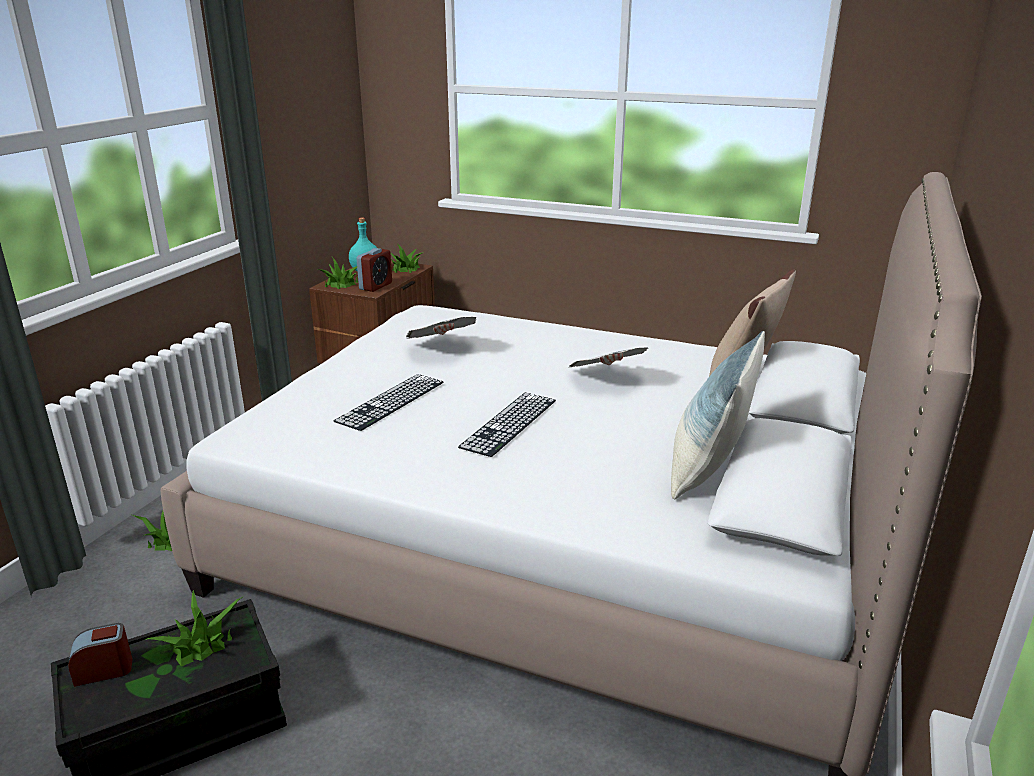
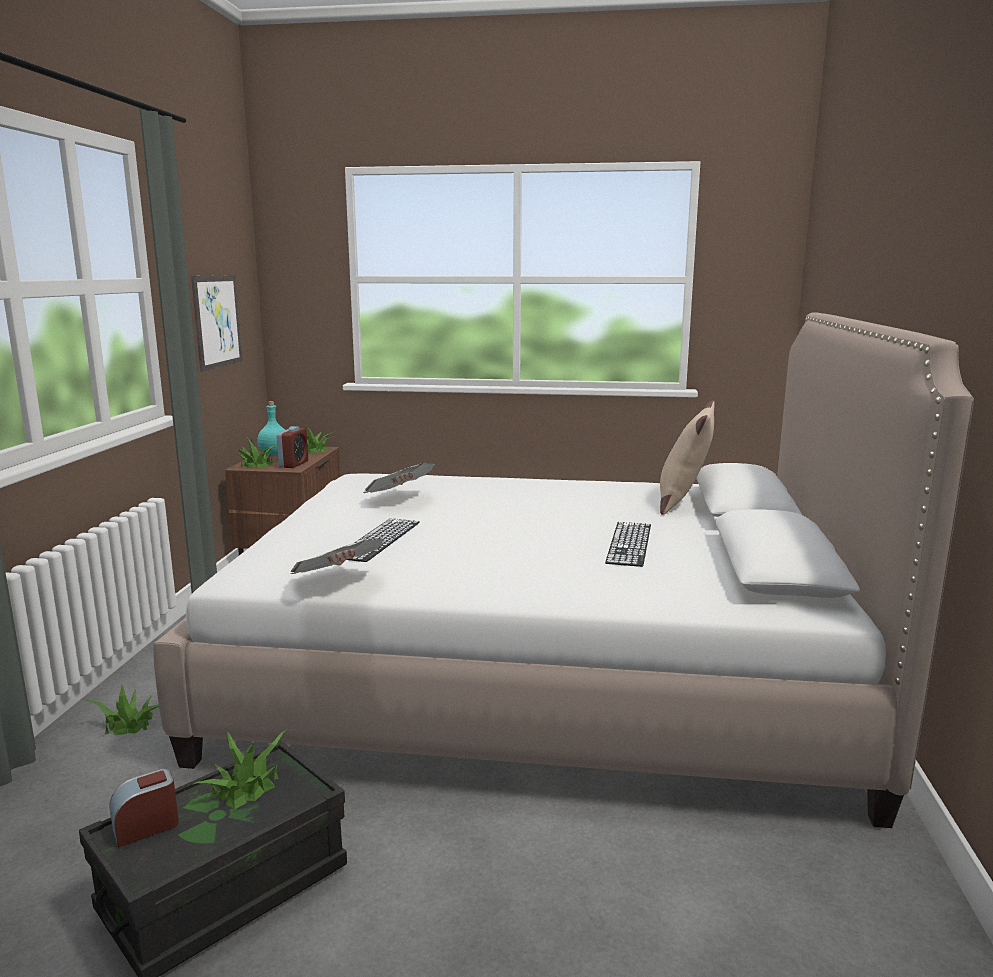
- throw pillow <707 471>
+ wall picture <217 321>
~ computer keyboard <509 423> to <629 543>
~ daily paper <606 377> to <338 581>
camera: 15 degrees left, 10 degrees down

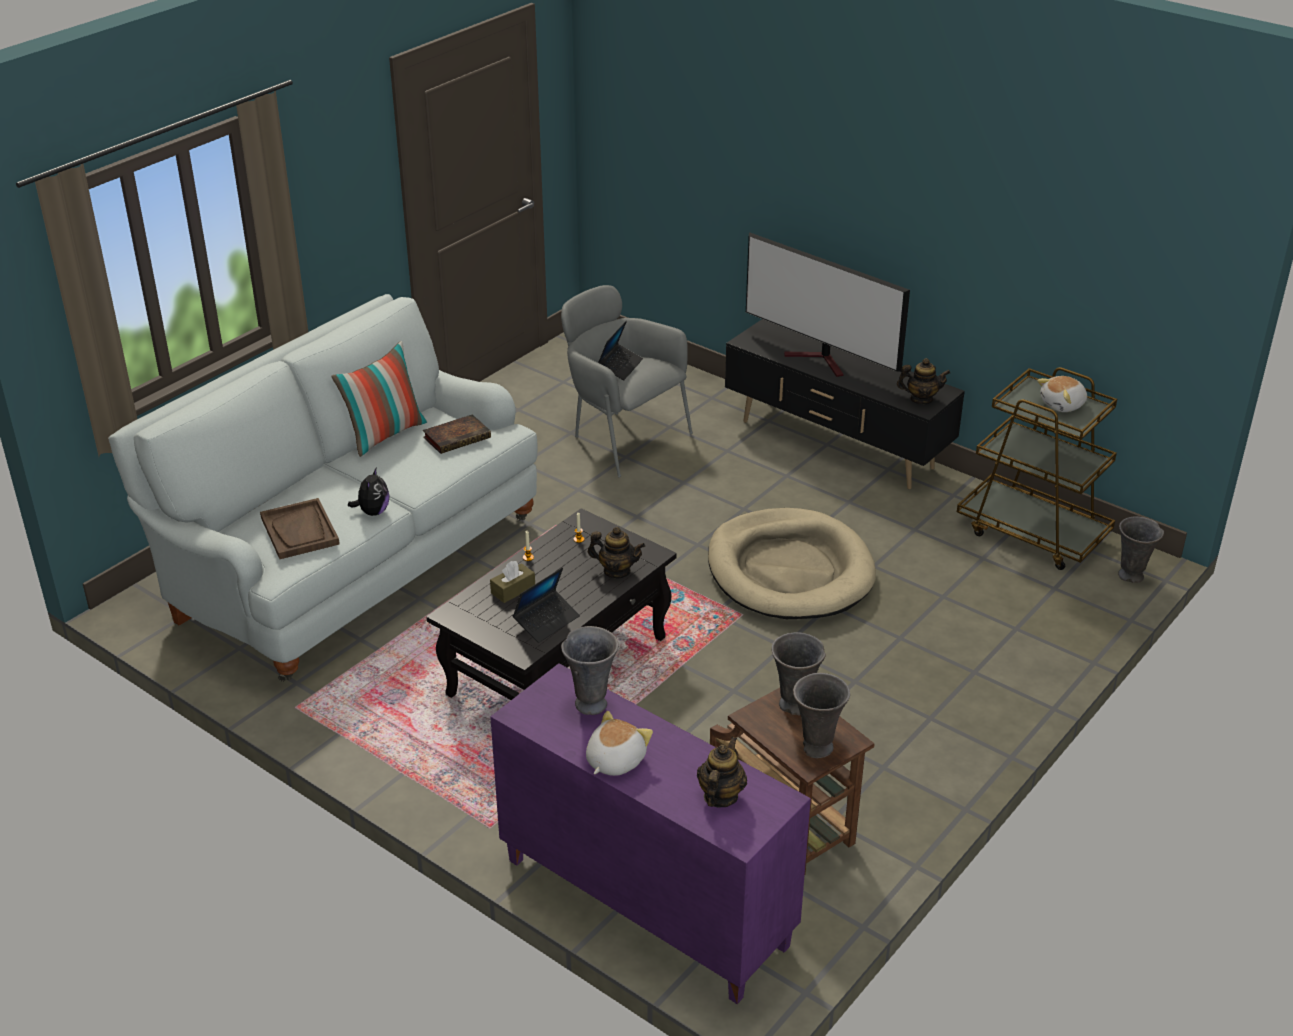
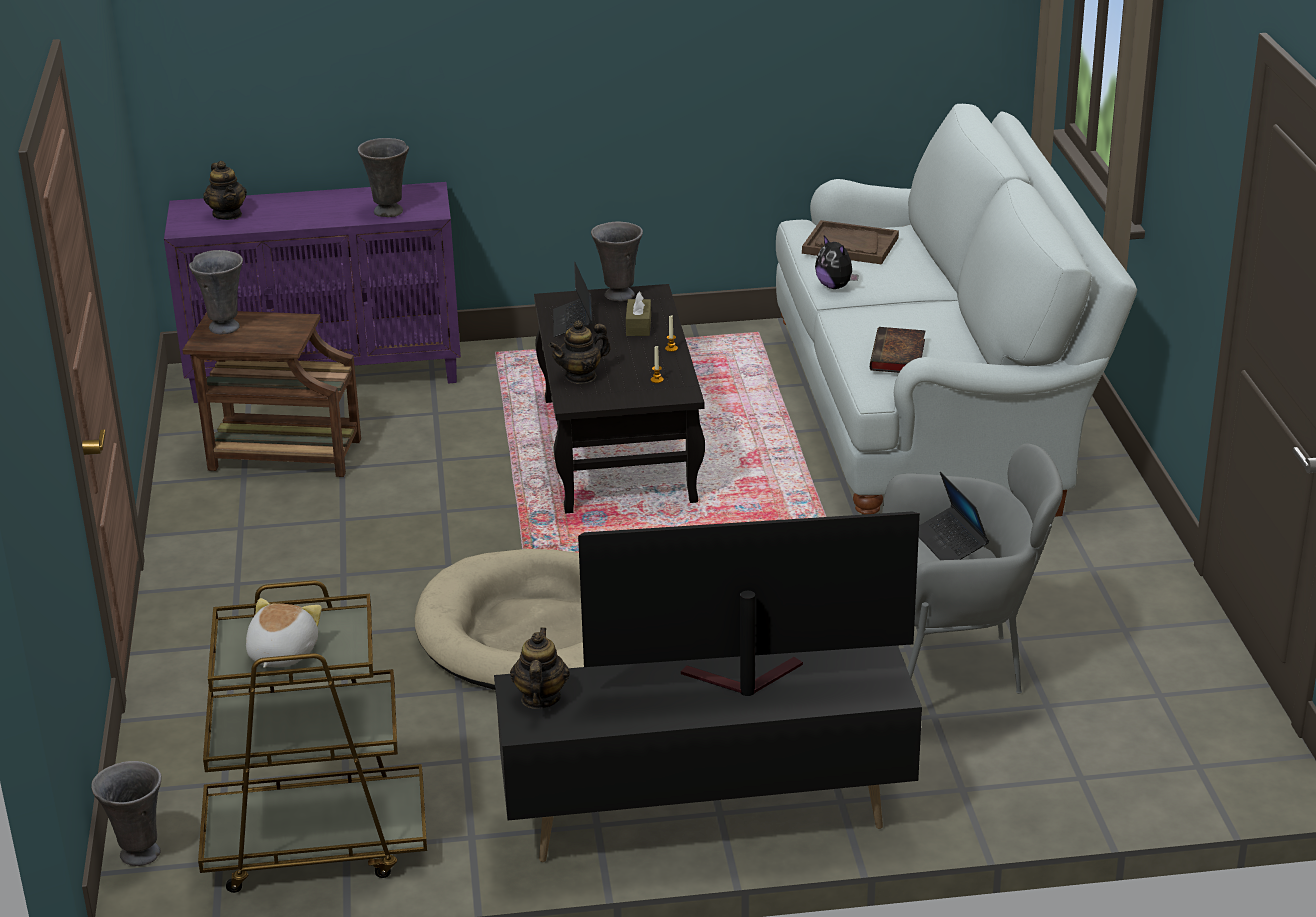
- throw pillow <385 435>
- soft toy <614 760>
~ grey decorative vase <795 706> to <618 295>
~ teapot <921 399> = <540 698> 135 degrees clockwise
camera: 135 degrees right, 5 degrees down

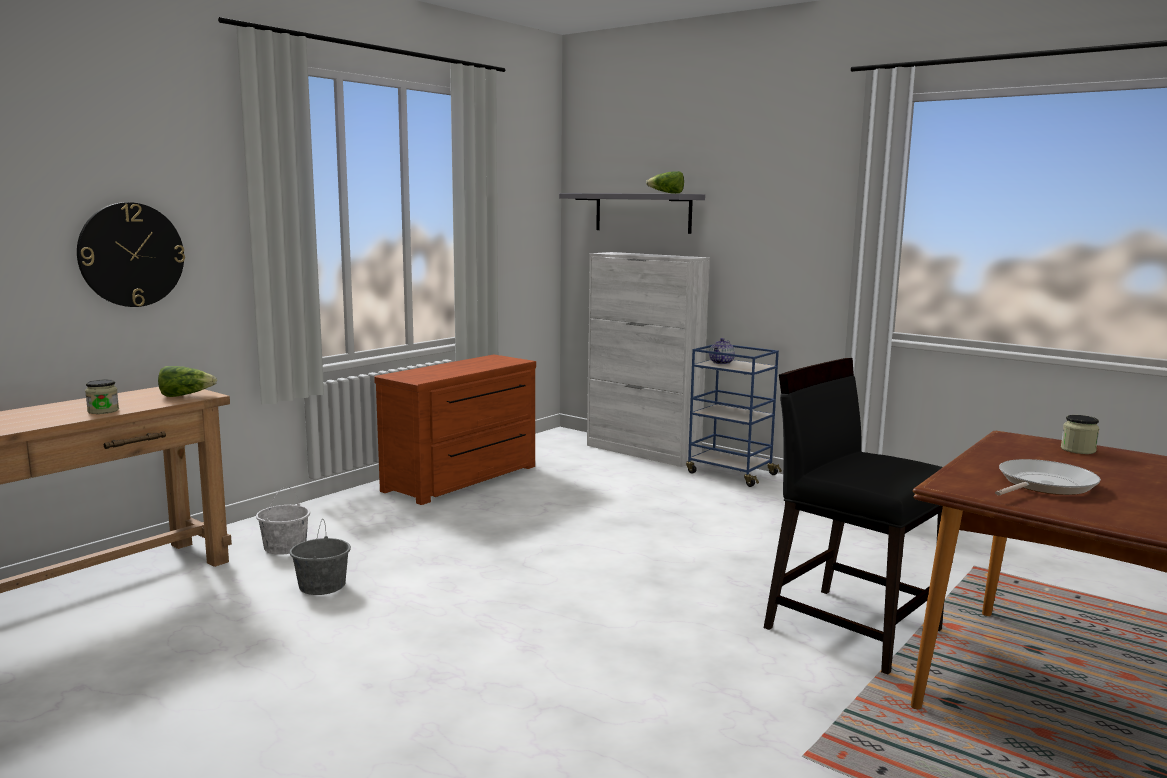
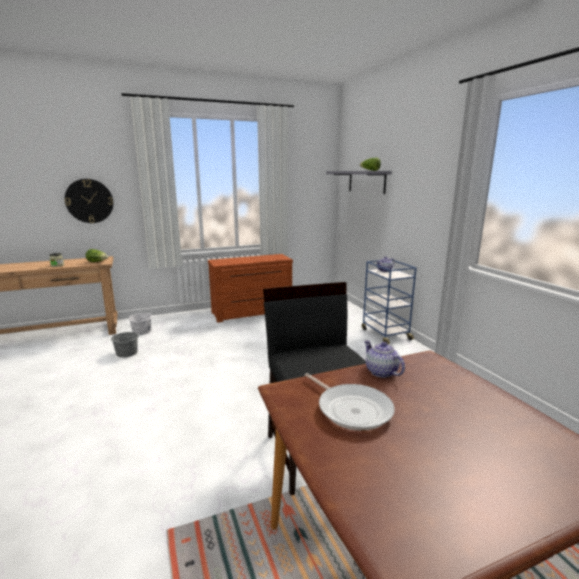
- white cabinet <643 452>
- jar <1078 450>
+ teapot <381 372>
~ pan <1043 485> = <351 409> 60 degrees clockwise
camera: 30 degrees right, 5 degrees up

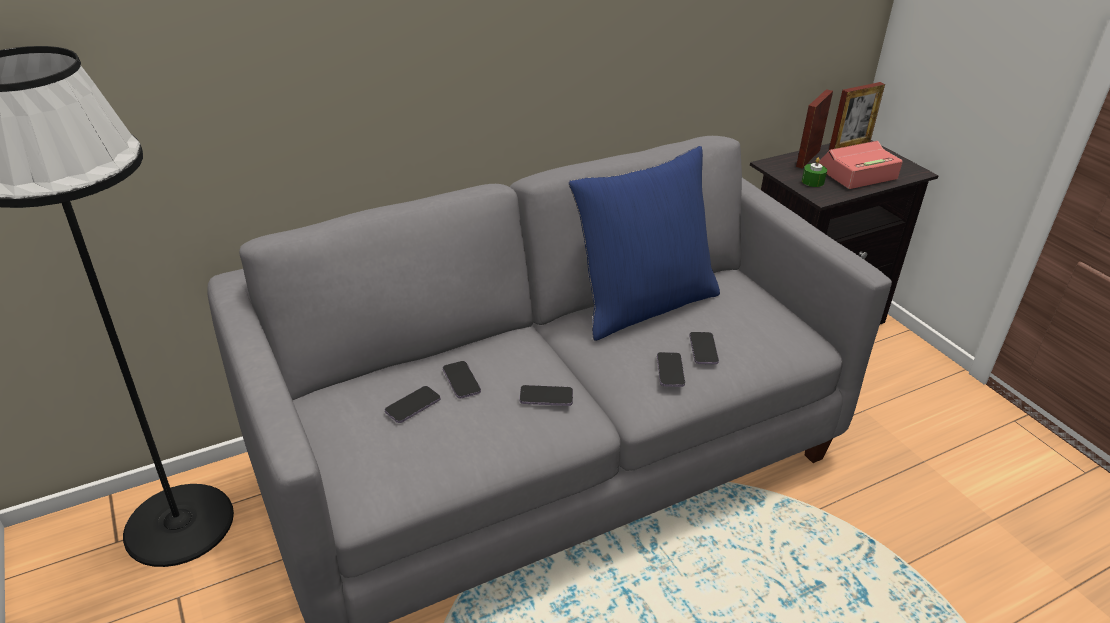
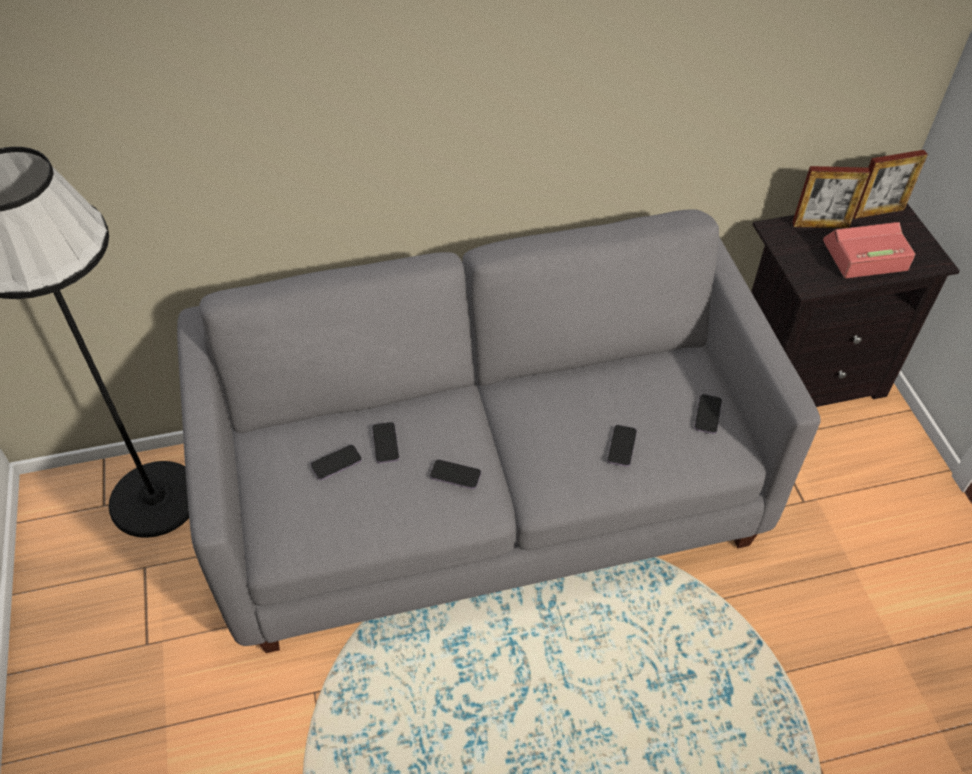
- bluish throw pillow <643 304>
- greenish wax candle <812 181>
~ handset <670 371> to <707 415>
~ standing frame <808 158> = <820 225> 135 degrees counterclockwise
camera: 15 degrees right, 15 degrees up

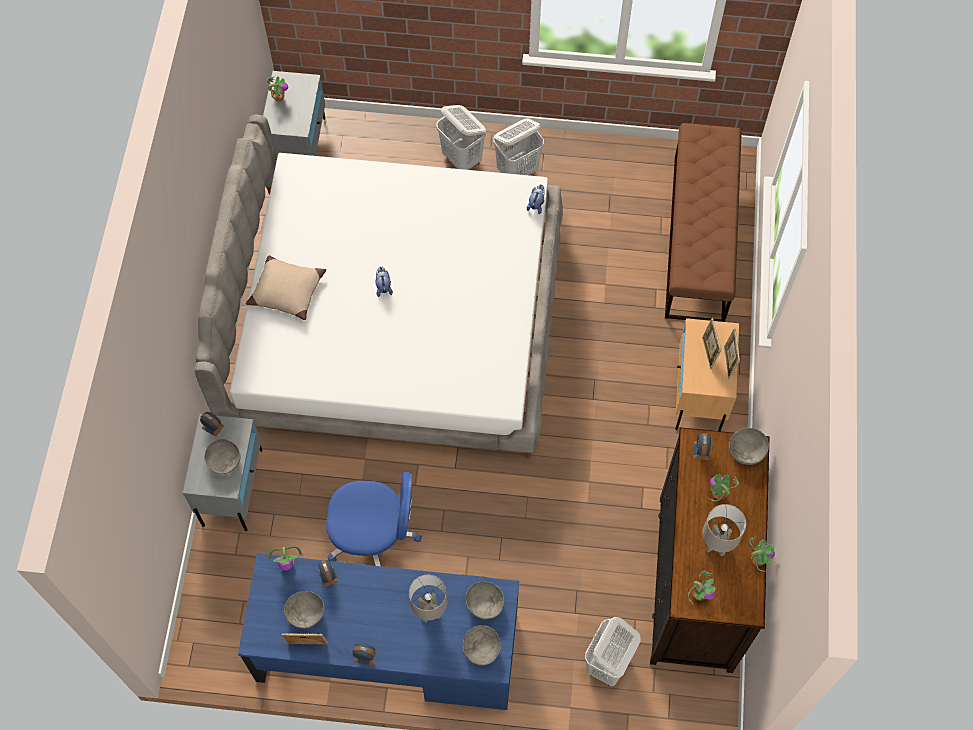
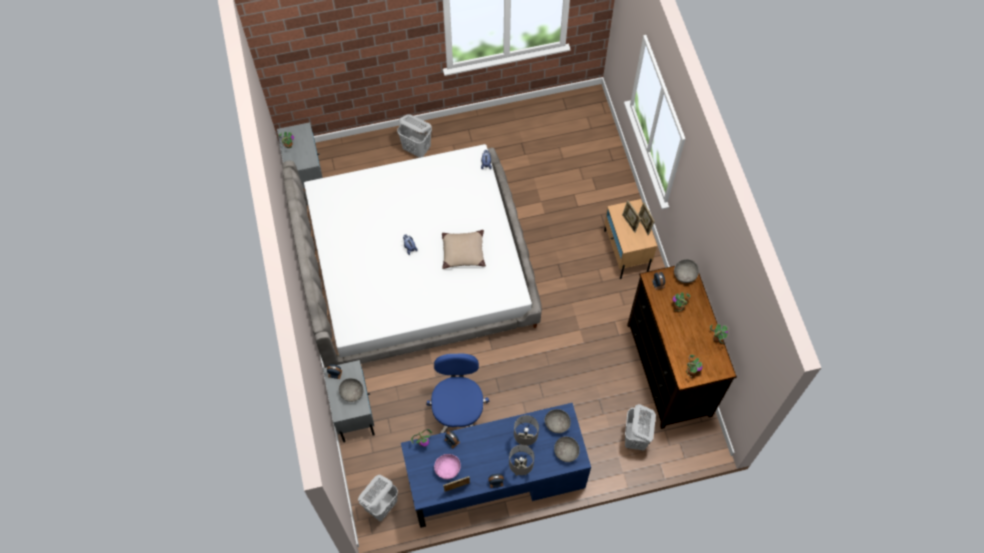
- brown indoor bench <698 238>
~ beige-coloured throw pillow <287 291> to <463 252>
~ white hamper <518 171> to <382 506>
~ grey tabletop lamp <716 545> to <520 469>
~ grey serving bowl <305 613> to pink-coloured serving bowl <447 469>
~ bluish computer chair <374 536> = <458 409> 75 degrees counterclockwise
camera: 20 degrees left, 0 degrees up

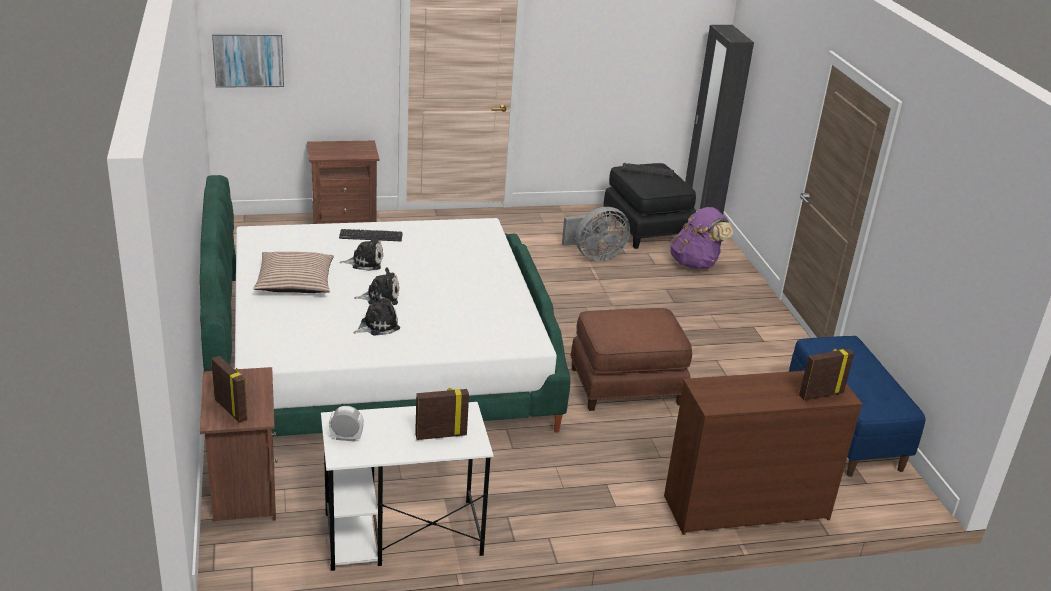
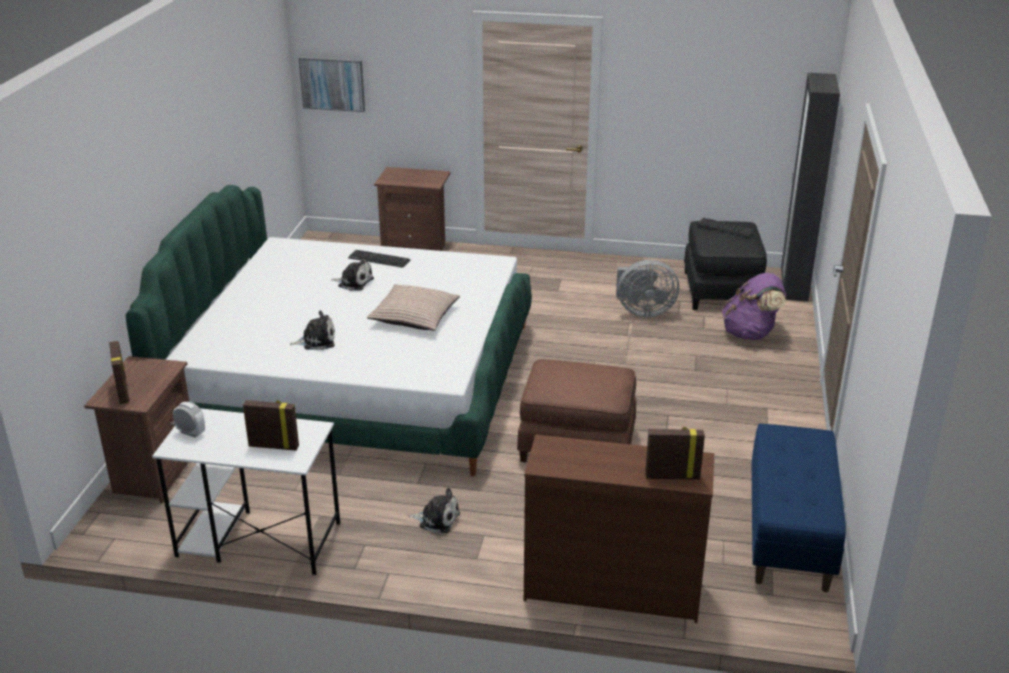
~ throw pillow <295 282> to <414 317>
~ soft toy <380 297> to <437 519>
camera: 25 degrees right, 0 degrees up

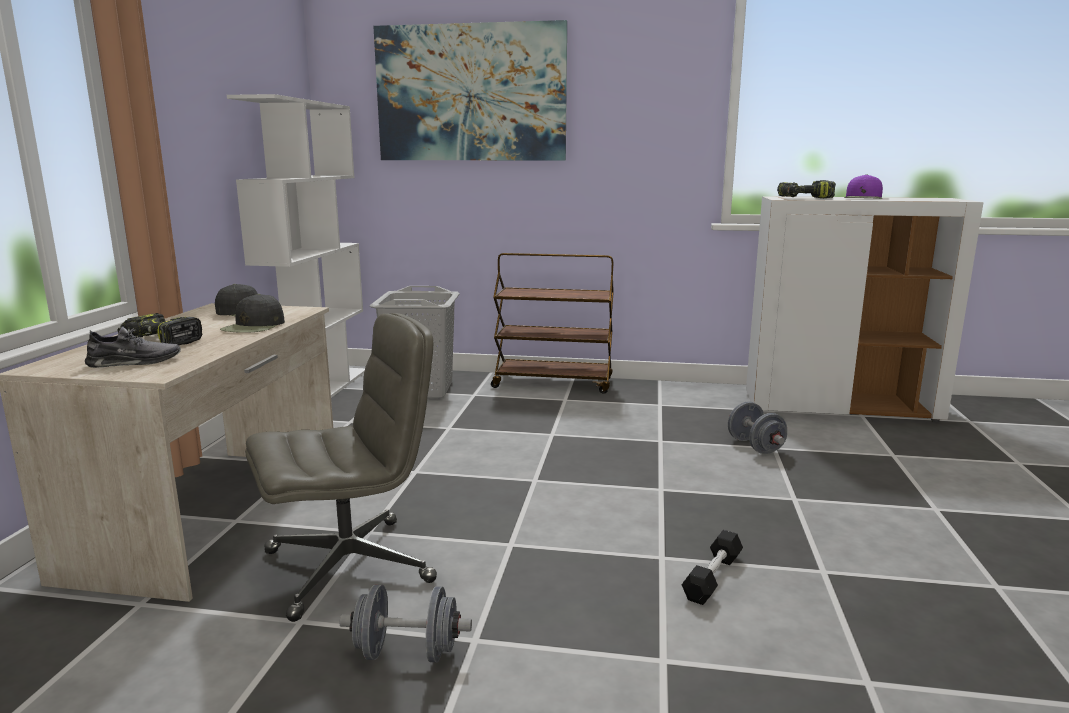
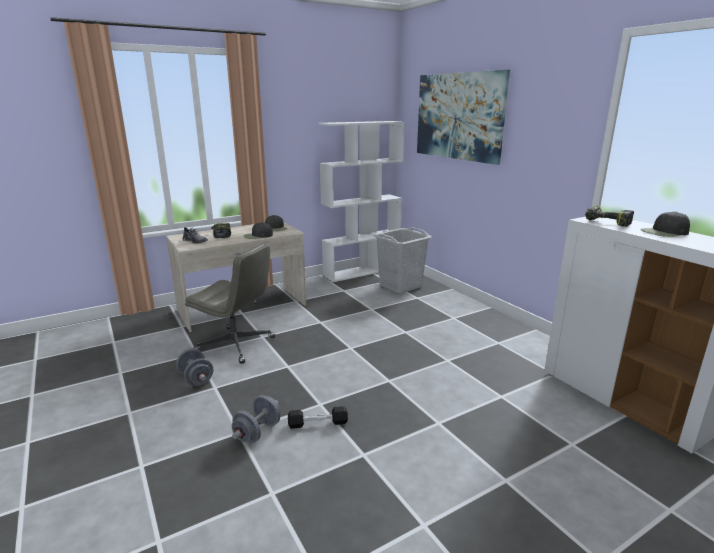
- brown cart <554 383>
~ grey hand weight <755 446> to <257 432>
~ purplish cap <863 198> to blackish cap <664 232>
camera: 50 degrees right, 5 degrees up

